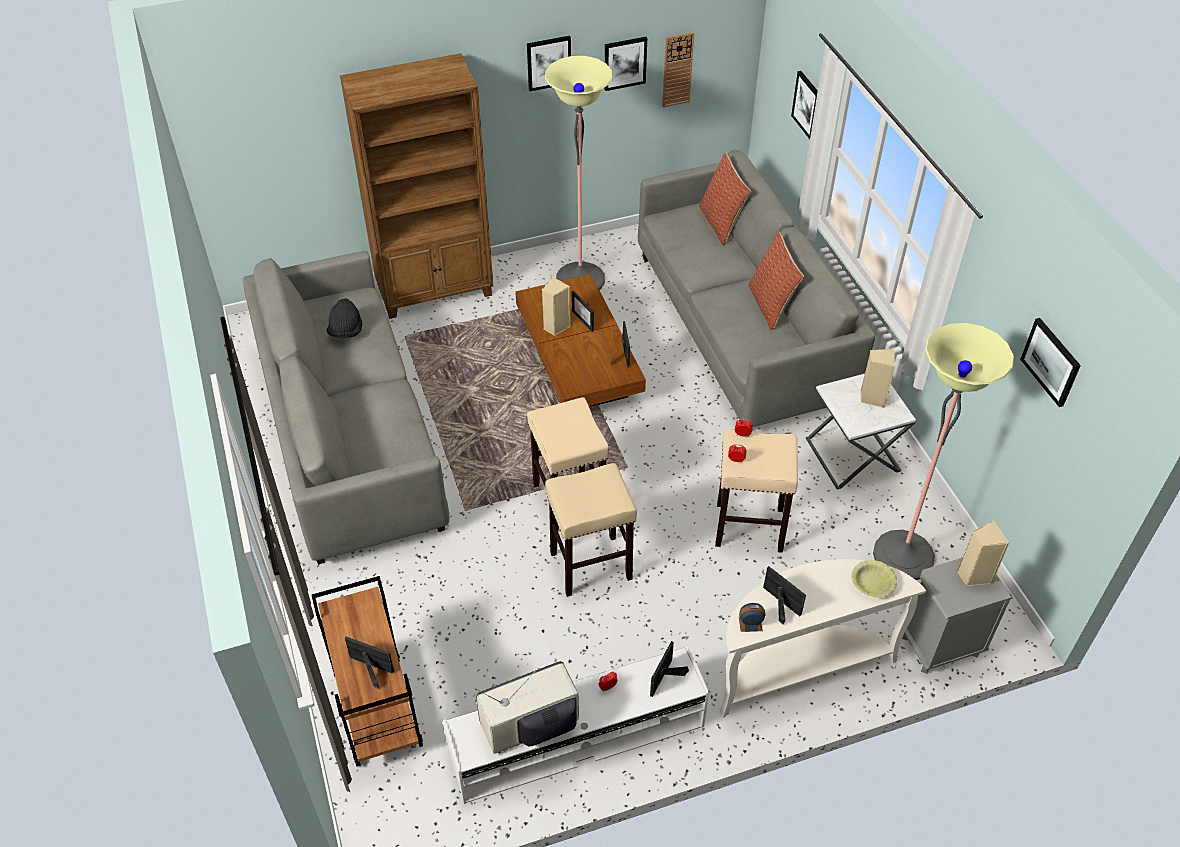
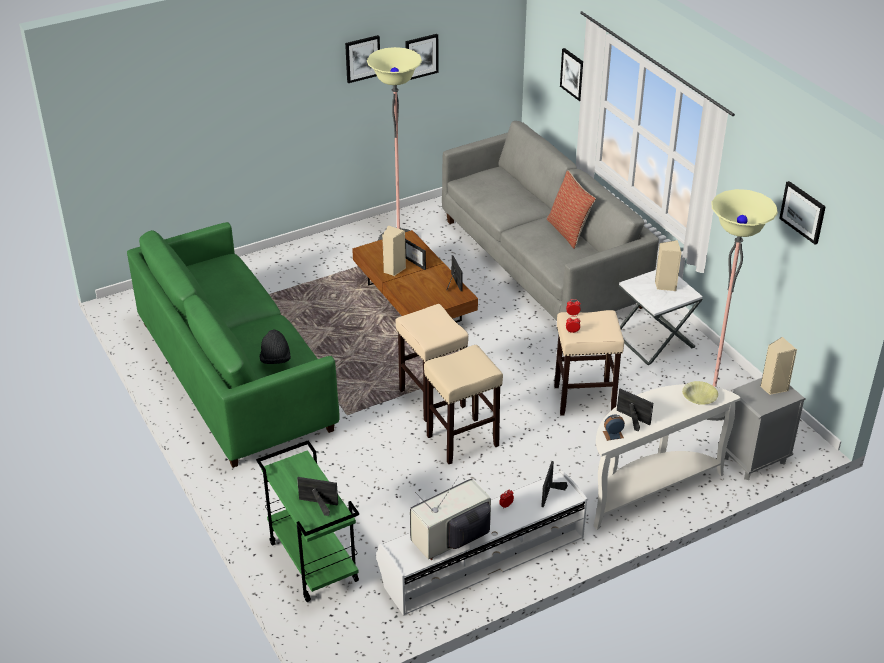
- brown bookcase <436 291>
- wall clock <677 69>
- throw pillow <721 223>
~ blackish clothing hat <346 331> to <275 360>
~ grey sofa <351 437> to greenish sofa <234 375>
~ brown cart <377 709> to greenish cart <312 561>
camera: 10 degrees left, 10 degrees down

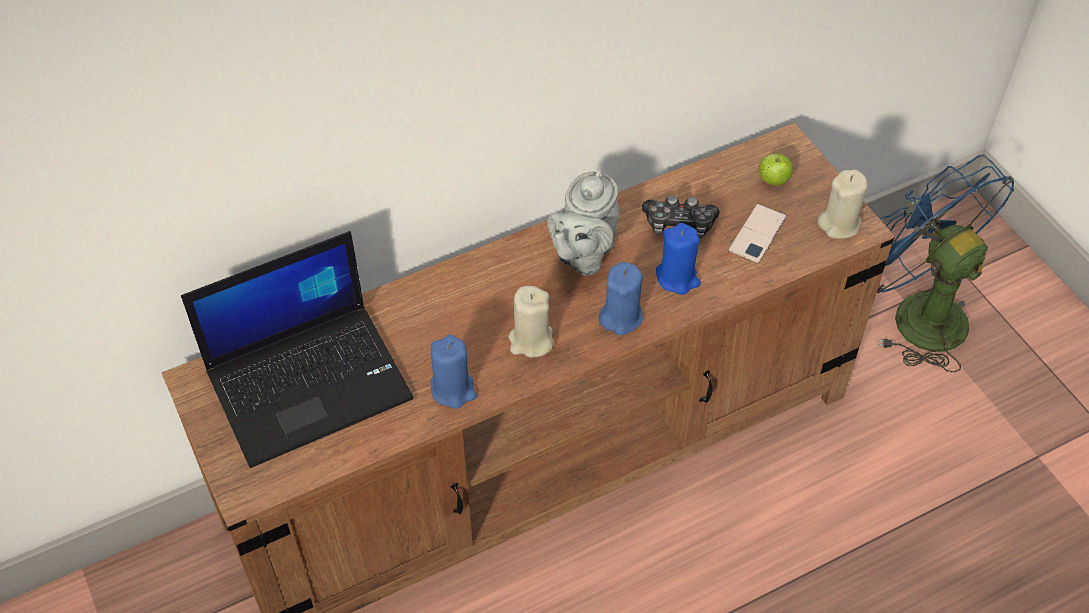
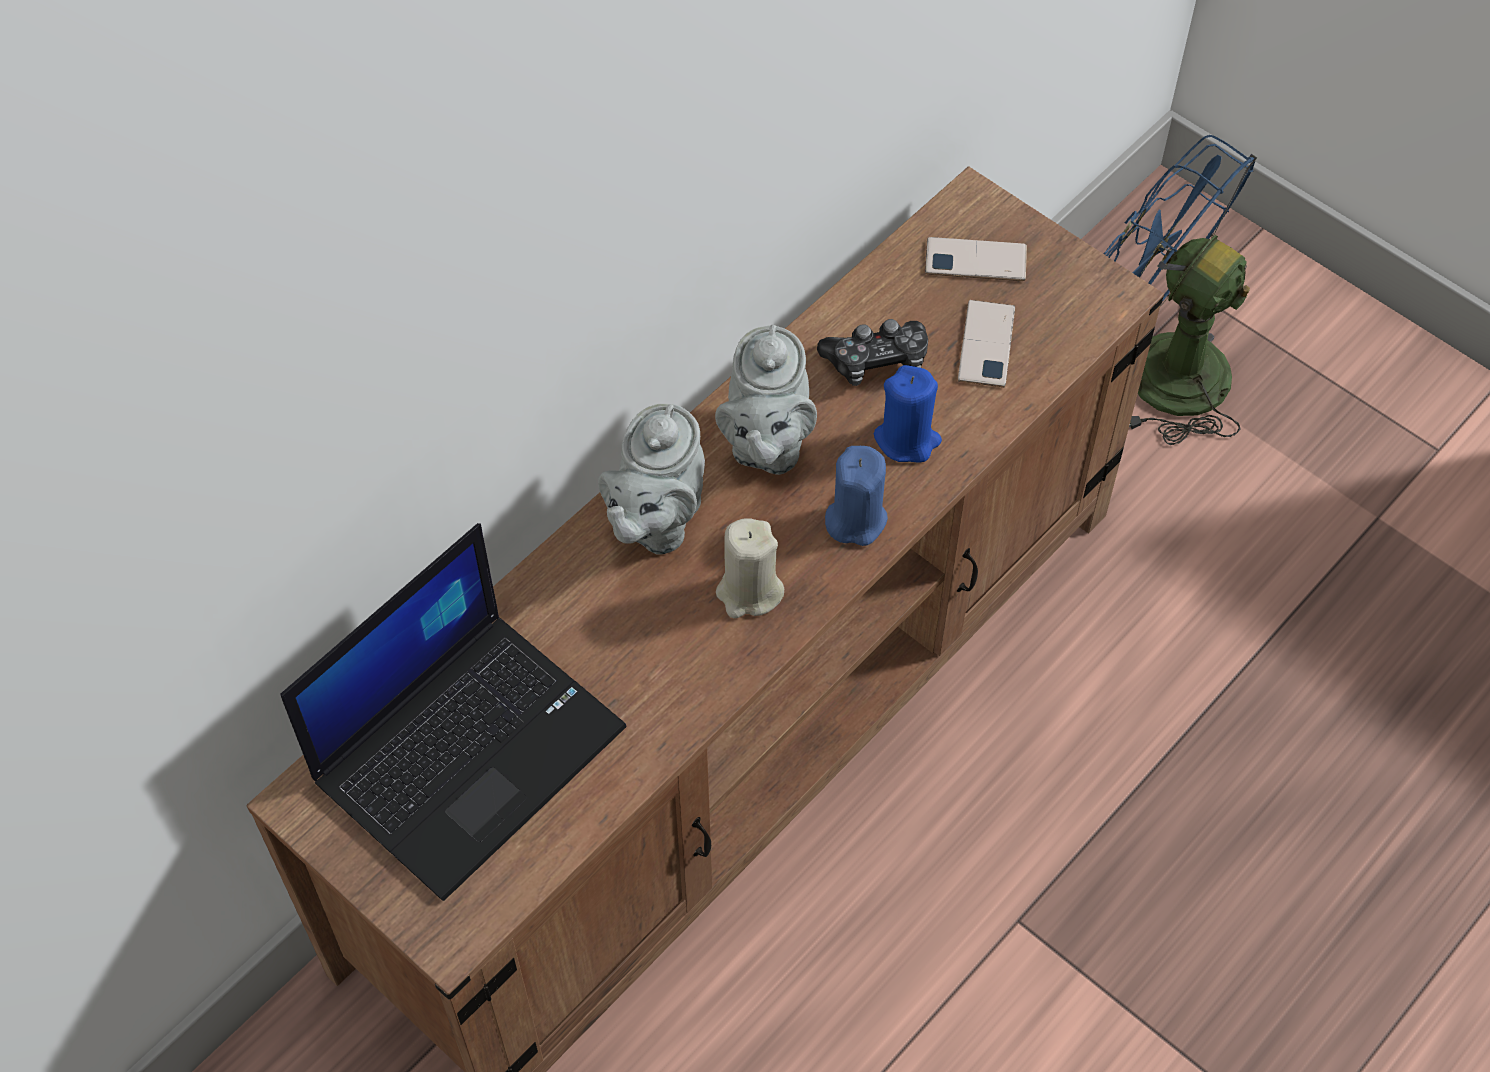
- bluish wax candle <453 389>
- beige-coloured wax candle <839 224>
+ grey teapot <656 521>
~ whole apple <773 181> to handset <975 260>
camera: 20 degrees left, 5 degrees up

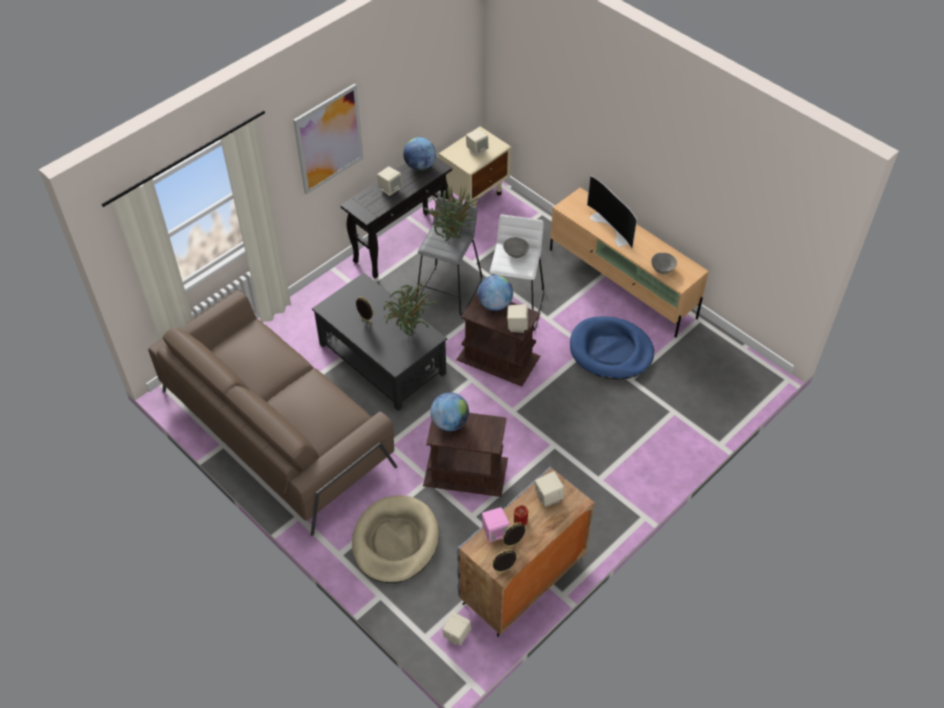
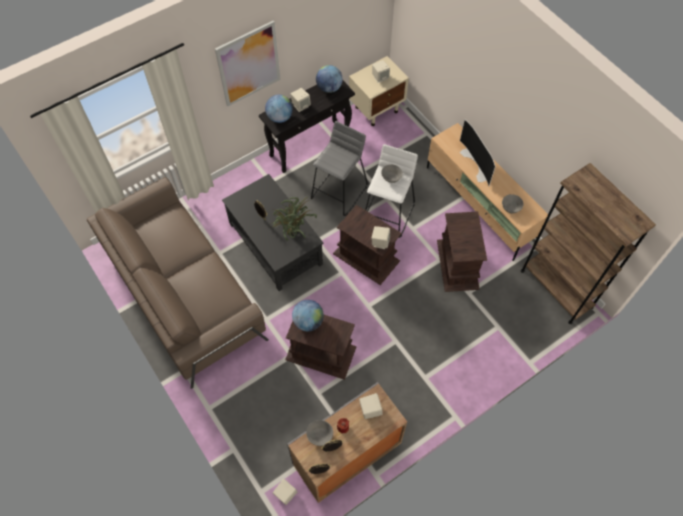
- beige-coloured dog cushion <395 541>
- plant in a pot <453 238>
+ brown bookcase <556 288>
~ world globe <495 304> to <280 117>
~ pink-coloured loudspeaker <495 532> to grey serving bowl <320 435>
~ bluish dog cushion <610 351> to brown accent table <457 265>
camera: 10 degrees right, 10 degrees up

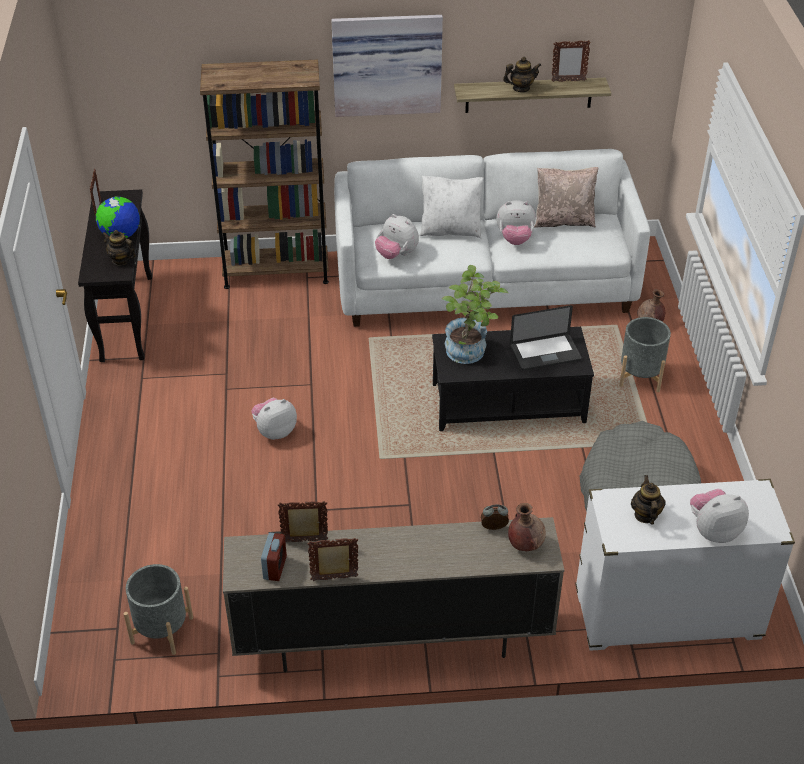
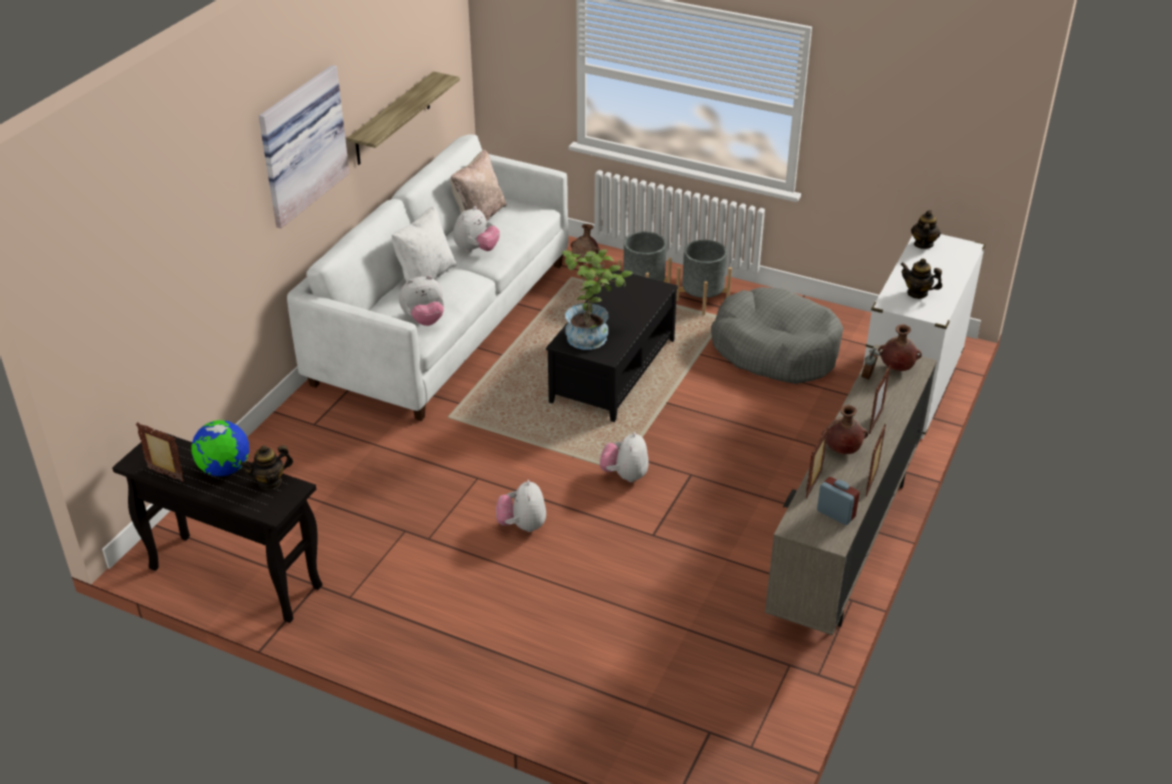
- brown bookcase <276 272>
- notebook computer <545 353>
+ brown decorative vase <841 450>
~ grey planter <162 630> to <702 300>
~ teapot <521 88> to <923 244>
~ standing frame <568 81> to <875 422>
~ soft toy <713 530> to <624 475>
camera: 60 degrees left, 5 degrees down

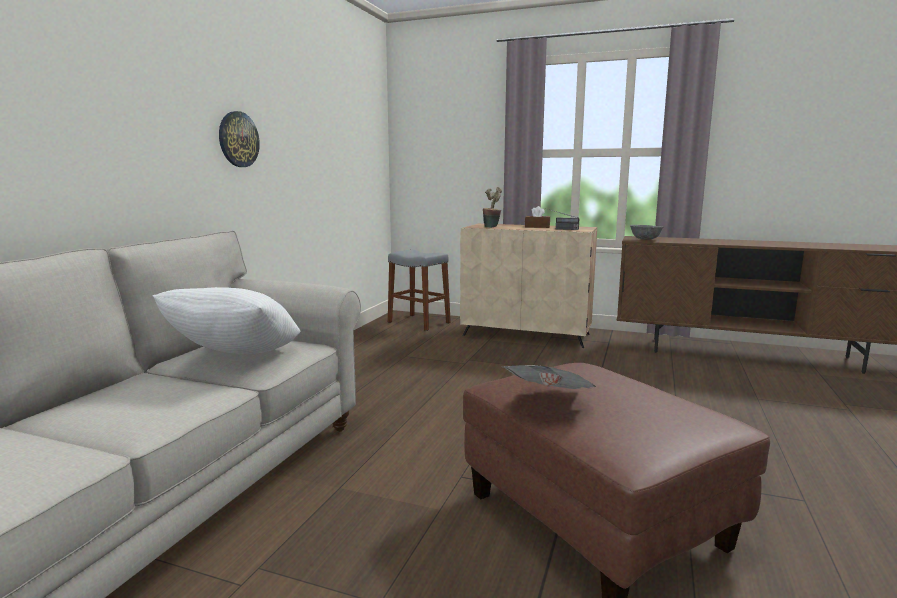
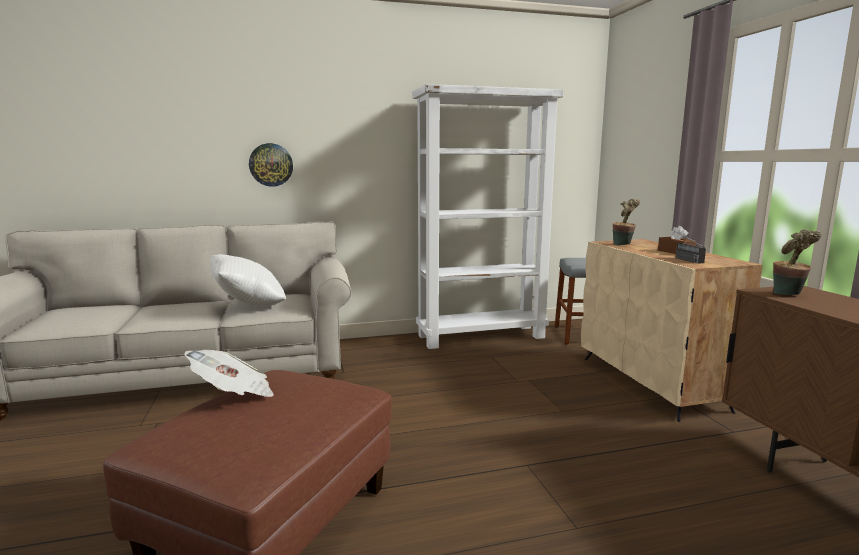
+ white bookcase <482 336>
~ wall clock <238 139> to <271 165>
~ grey serving bowl <645 239> to plant in a pot <788 294>
camera: 55 degrees right, 0 degrees up

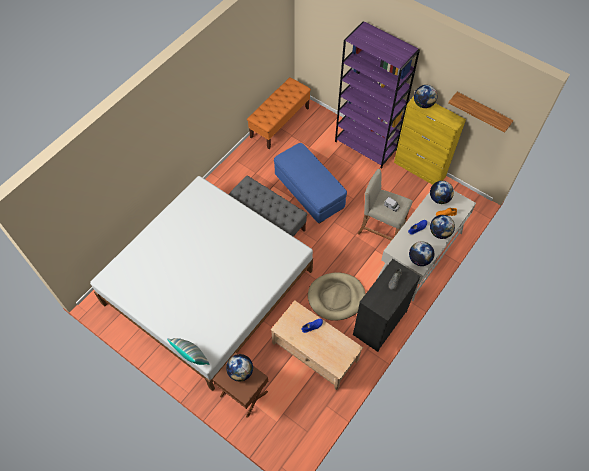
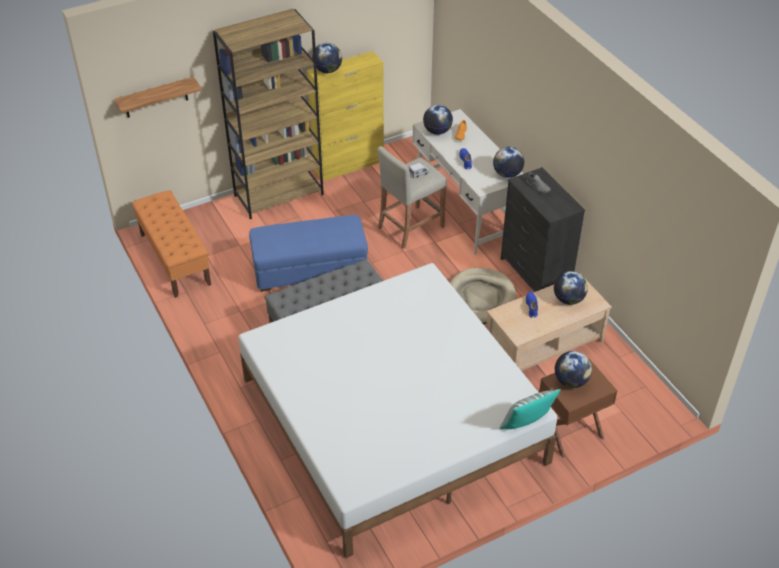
~ world globe <439 233> to <568 299>
~ shelf <482 112> to <156 98>
~ purplish bookcase <366 146> to brown bookcase <279 195>
camera: 65 degrees left, 15 degrees down

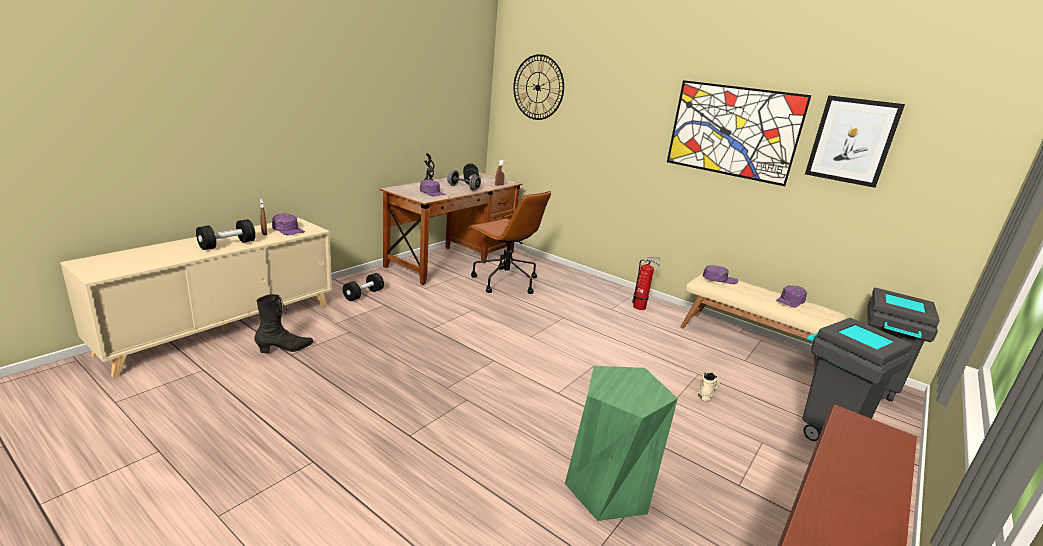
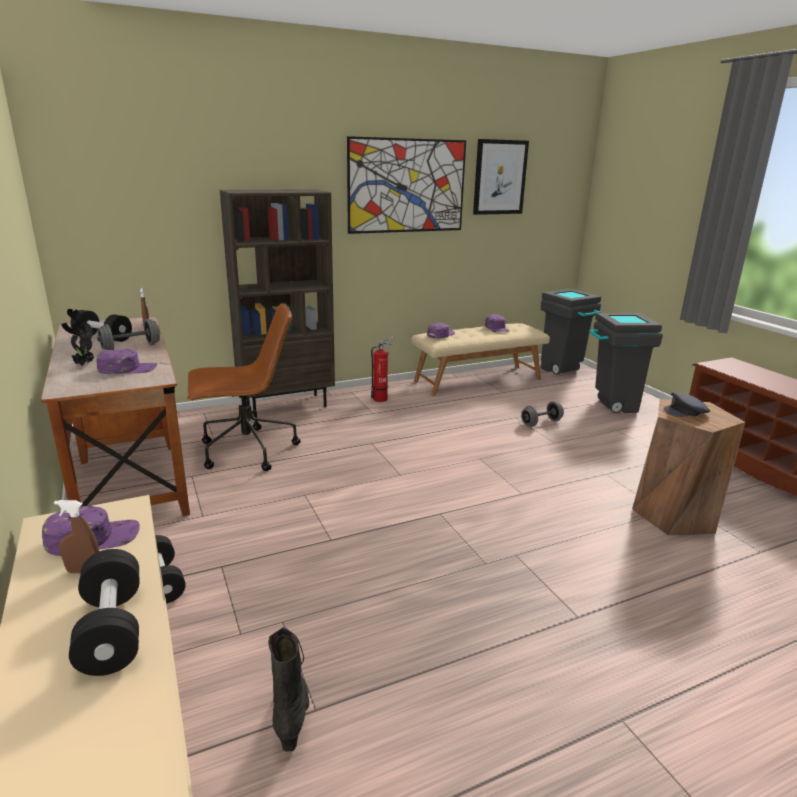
- wall clock <538 87>
+ brown bookcase <287 405>
+ grey cap <686 412>
~ beige-coloured tall boot <707 390> to grey hand weight <541 423>
~ greenish stool <608 489> to brown stool <674 515>
camera: 60 degrees left, 0 degrees up

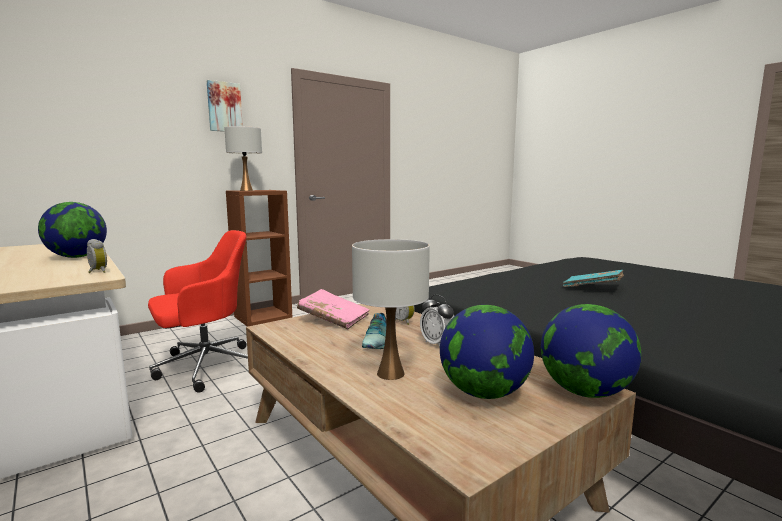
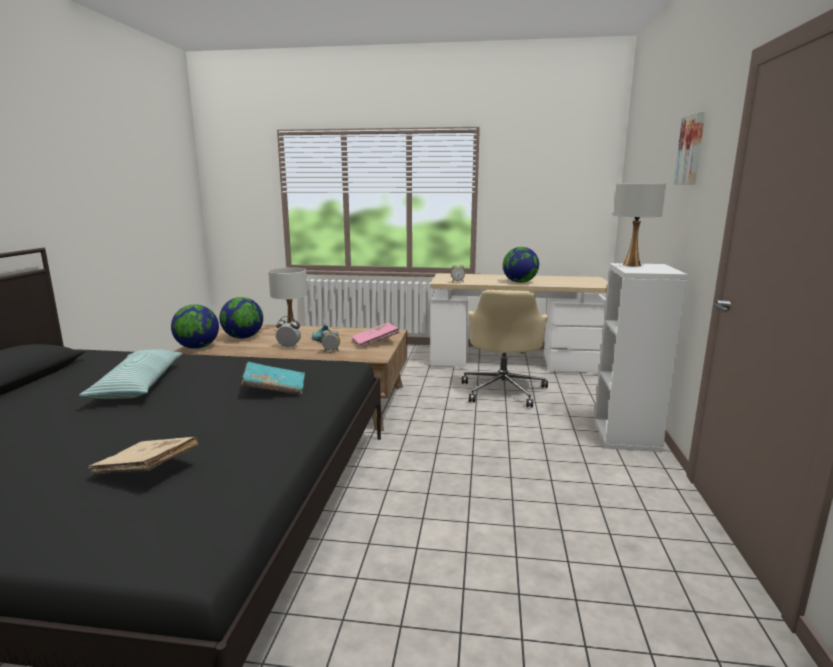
+ throw pillow <138 385>
+ beige-coloured bound book <147 470>
~ blue-green bound book <593 288> to <274 389>
~ red computer chair <205 367> to beige-coloured computer chair <503 390>
~ brown bookcase <263 317> to white bookcase <627 436>
camera: 135 degrees right, 5 degrees up

